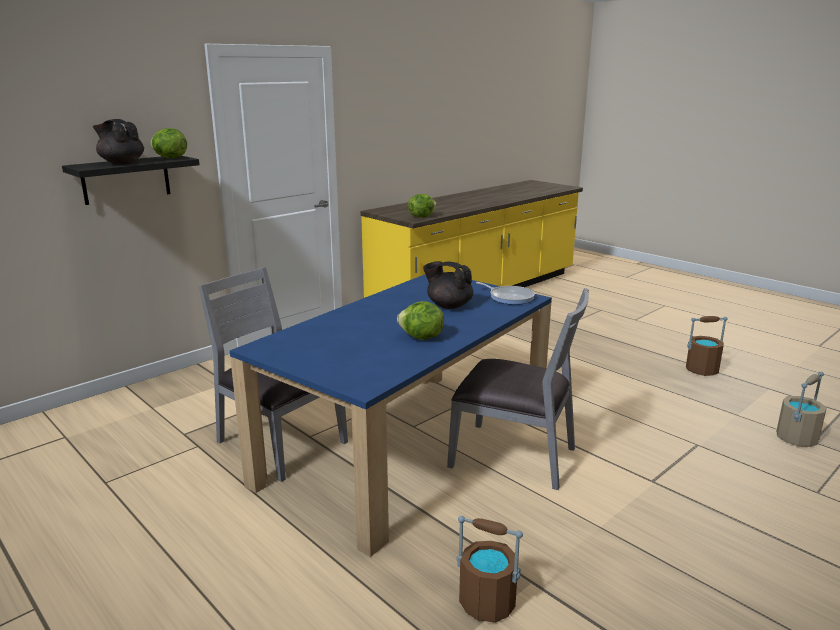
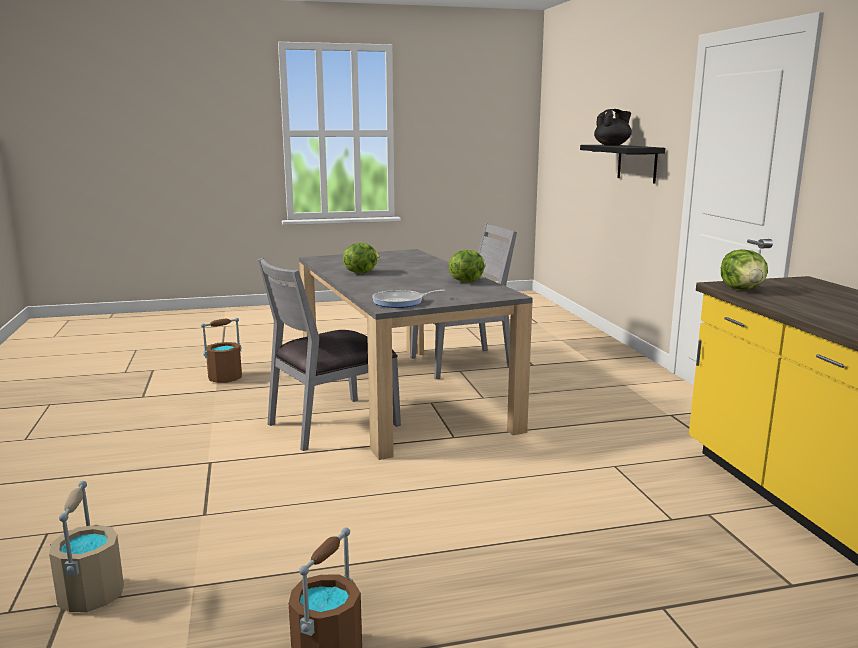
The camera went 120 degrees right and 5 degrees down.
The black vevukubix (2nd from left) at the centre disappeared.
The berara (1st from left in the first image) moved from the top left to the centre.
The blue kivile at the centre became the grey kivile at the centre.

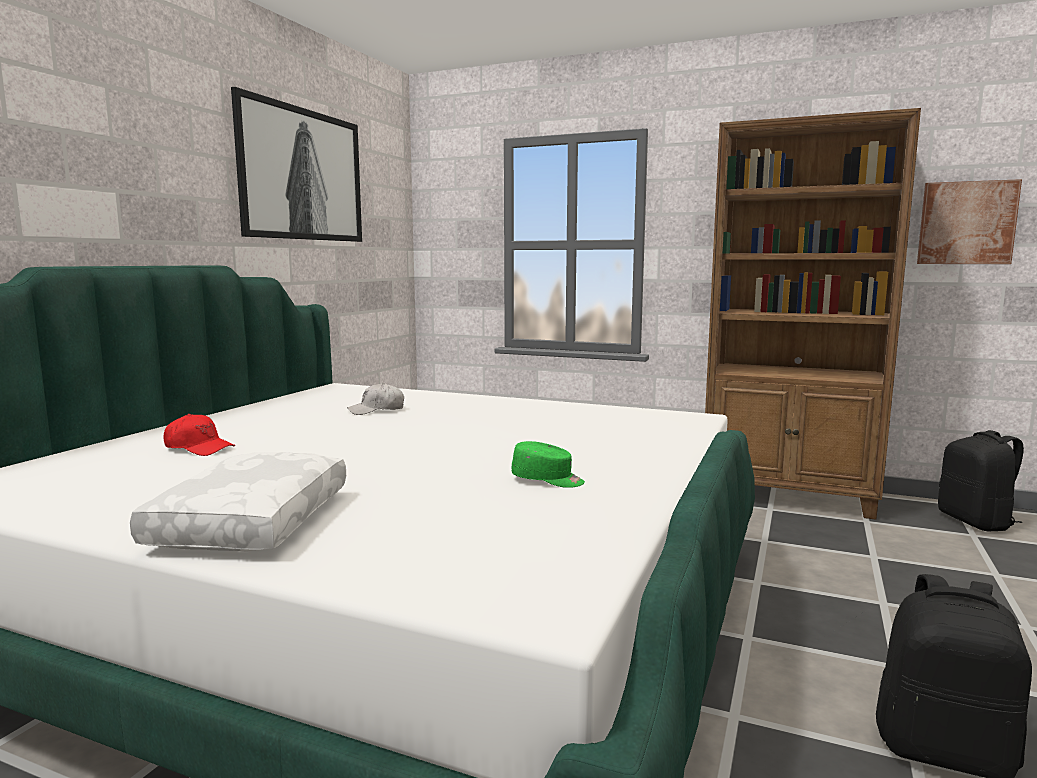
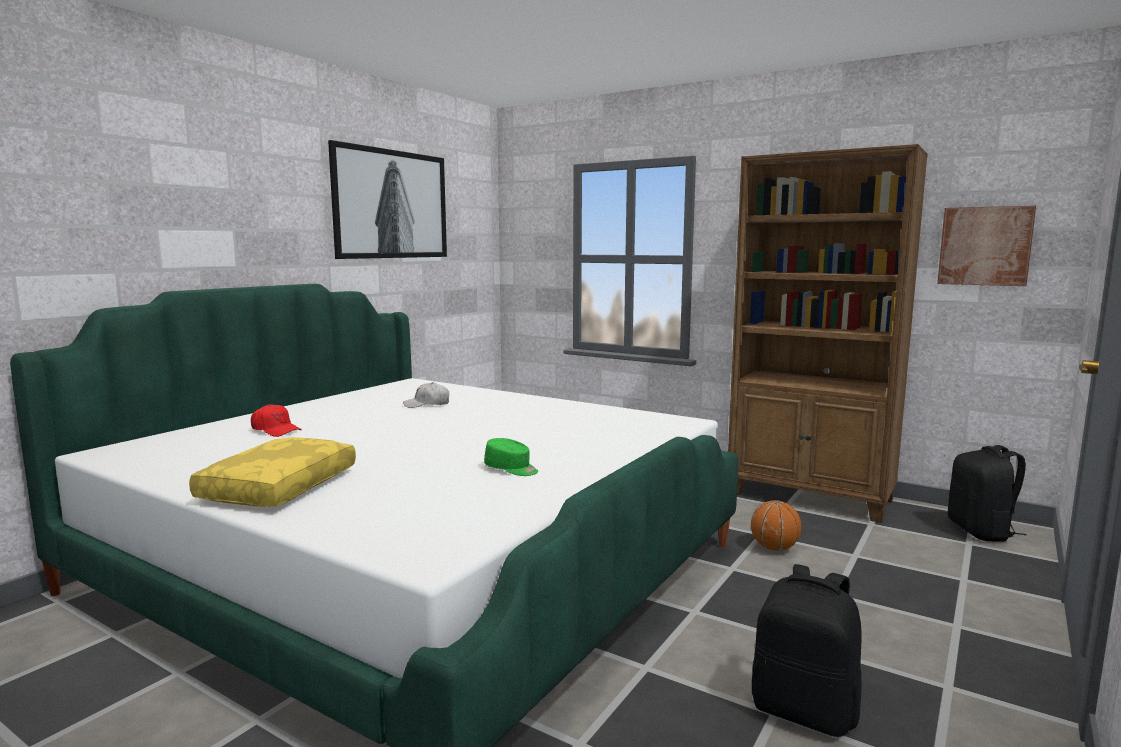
The camera went 10 degrees right and 0 degrees up.
The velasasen at the bottom right appeared.
The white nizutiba at the middle left became the yellow nizutiba at the middle left.

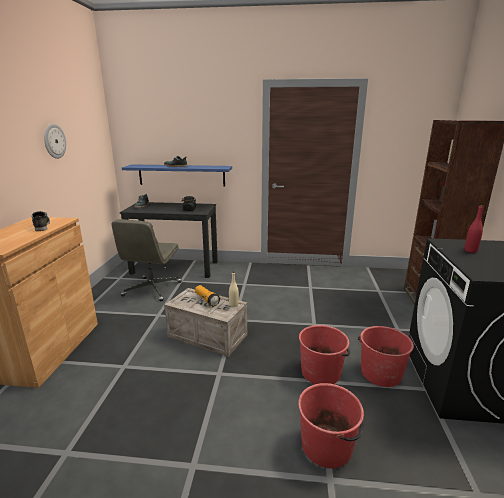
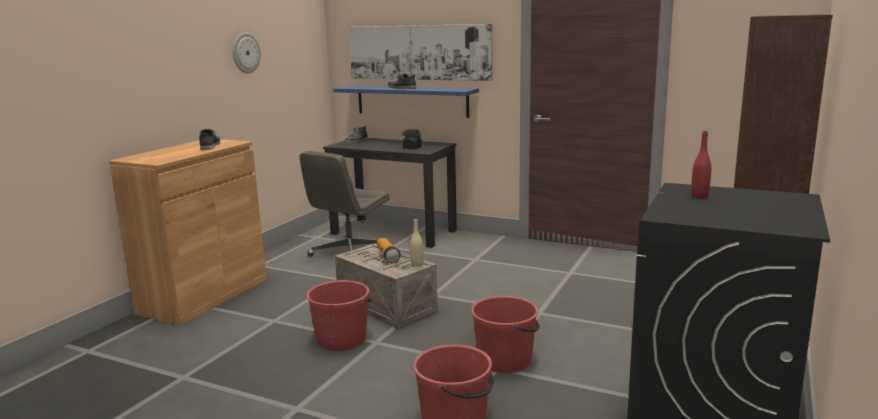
The camera went 20 degrees right and 5 degrees down.
The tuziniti at the top centre appeared.
The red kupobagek (3rd from left in the first image) moved from the bottom right to the bottom centre.

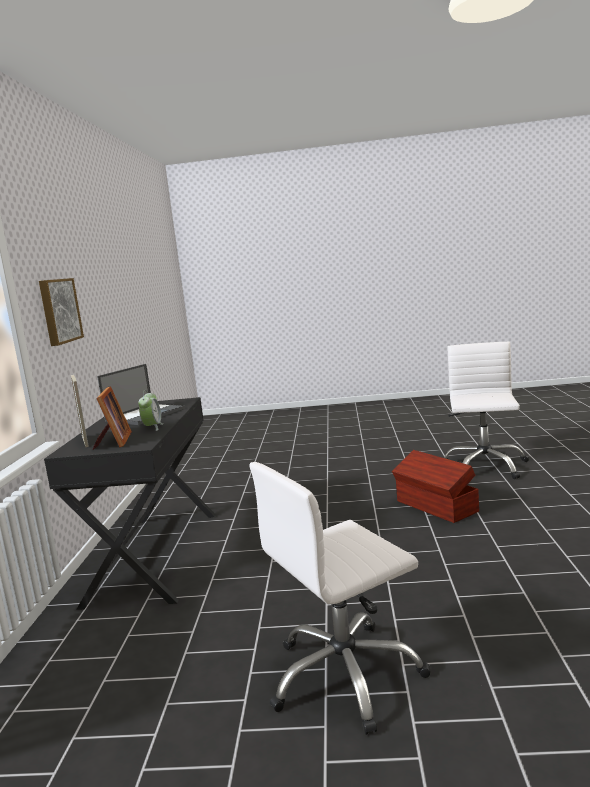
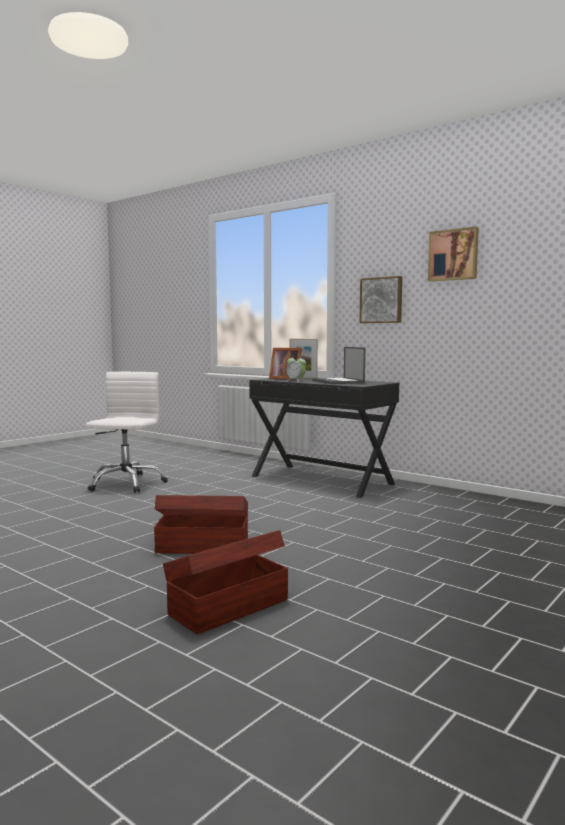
The camera went 125 degrees right and 5 degrees down.
The tuziniti (2nd from left) at the top right appeared.
The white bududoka (2nd from left) at the middle right was replaced by the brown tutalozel (2nd from left) at the bottom centre.

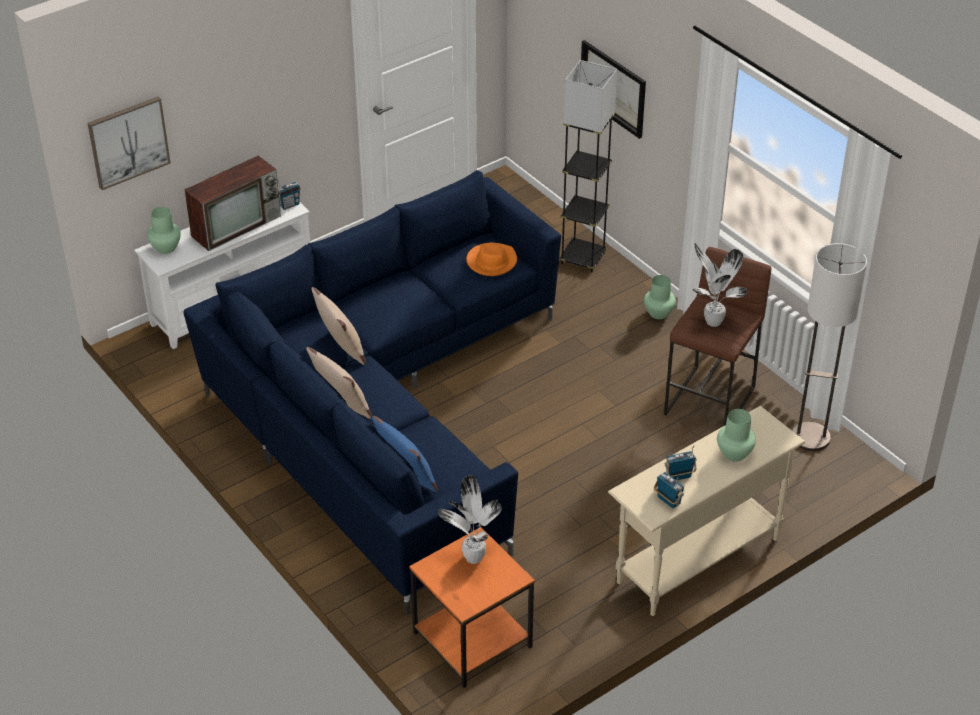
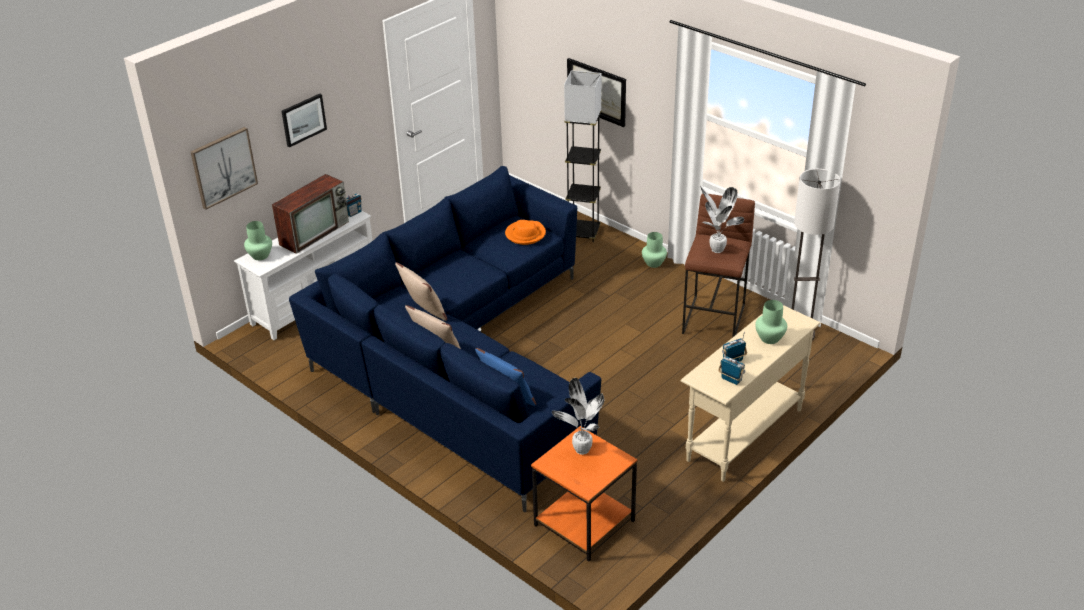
The camera went 10 degrees left and 5 degrees down.
The tuziniti (2nd from left) at the top left appeared.

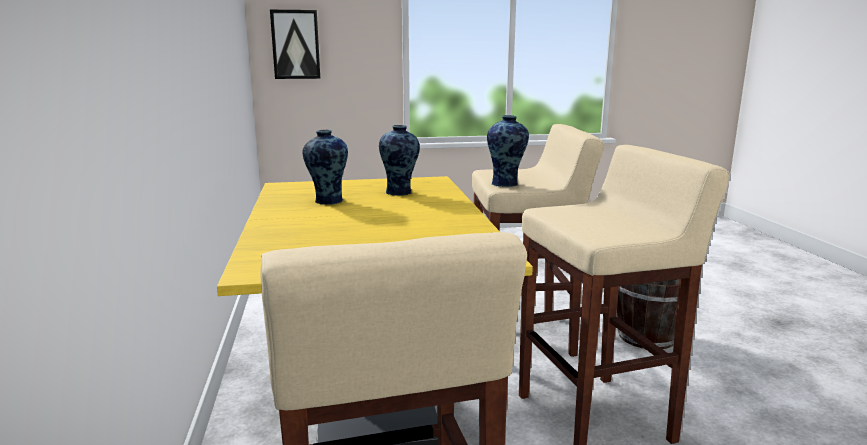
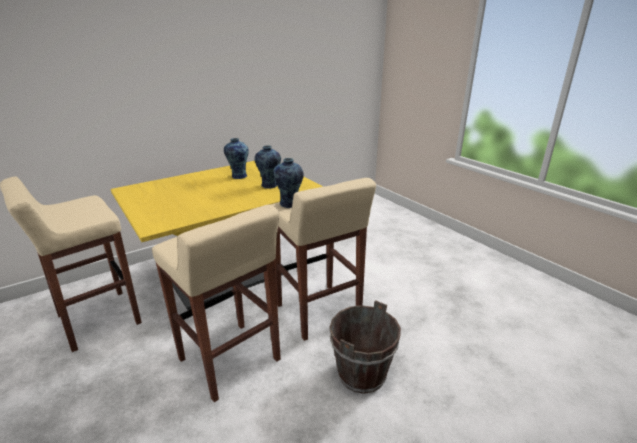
The camera went 65 degrees right and 10 degrees up.
The tuziniti at the top centre disappeared.

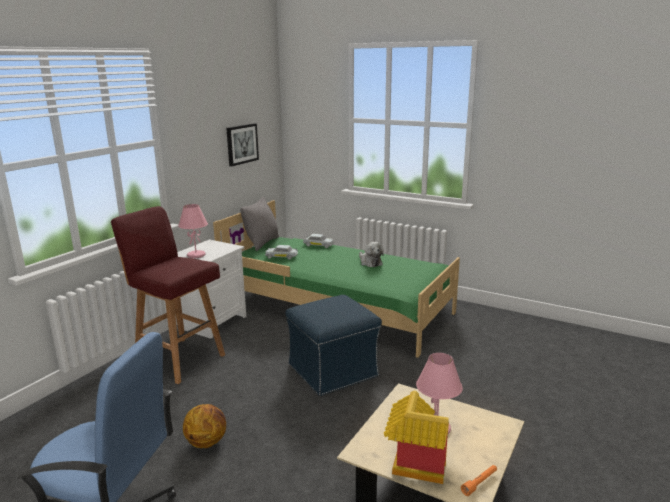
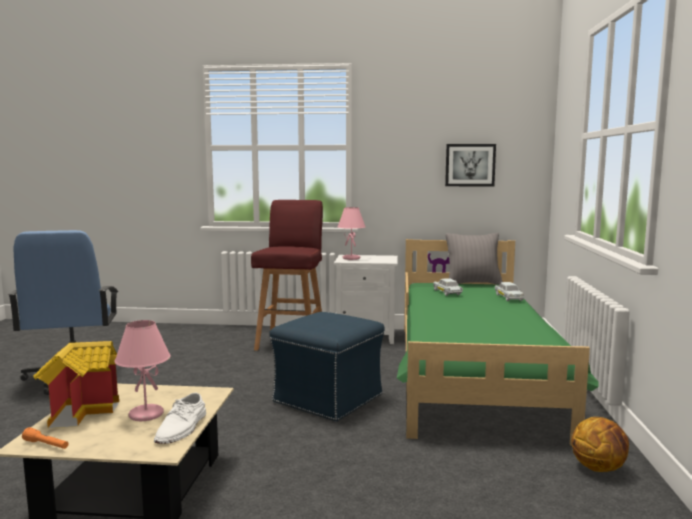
The camera went 65 degrees right and 10 degrees down.
The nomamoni at the centre disappeared.
The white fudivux at the bottom left appeared.
The velasasen moved from the bottom left to the bottom right.

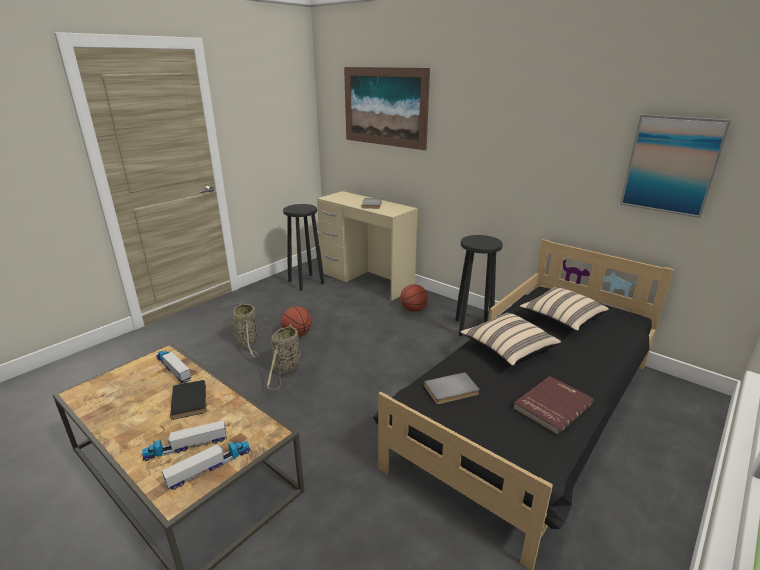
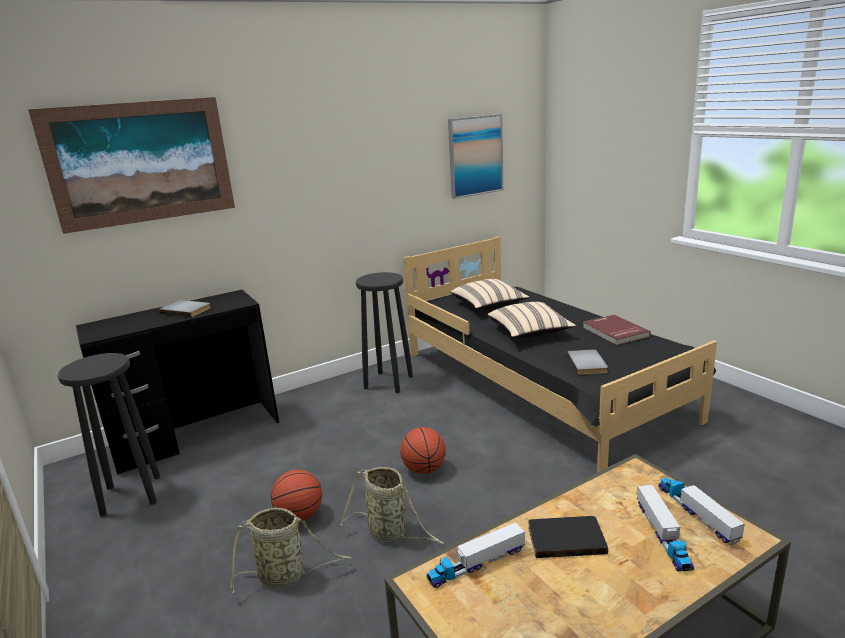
The camera went 70 degrees left and 5 degrees down.
The velasasen (2nd from left) moved from the centre to the bottom centre.
The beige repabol at the centre became the black repabol at the middle left.

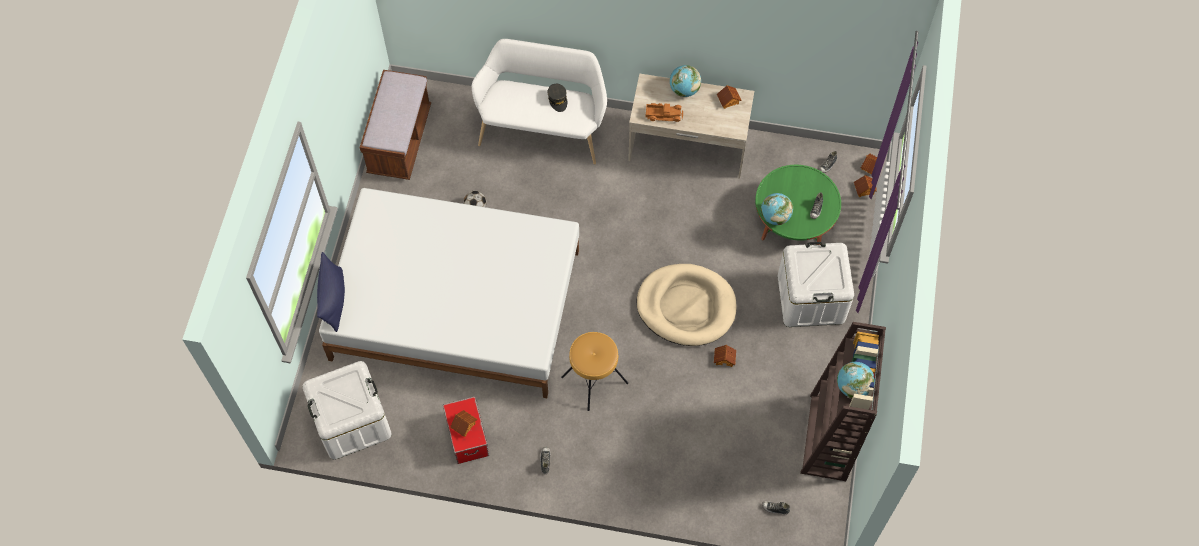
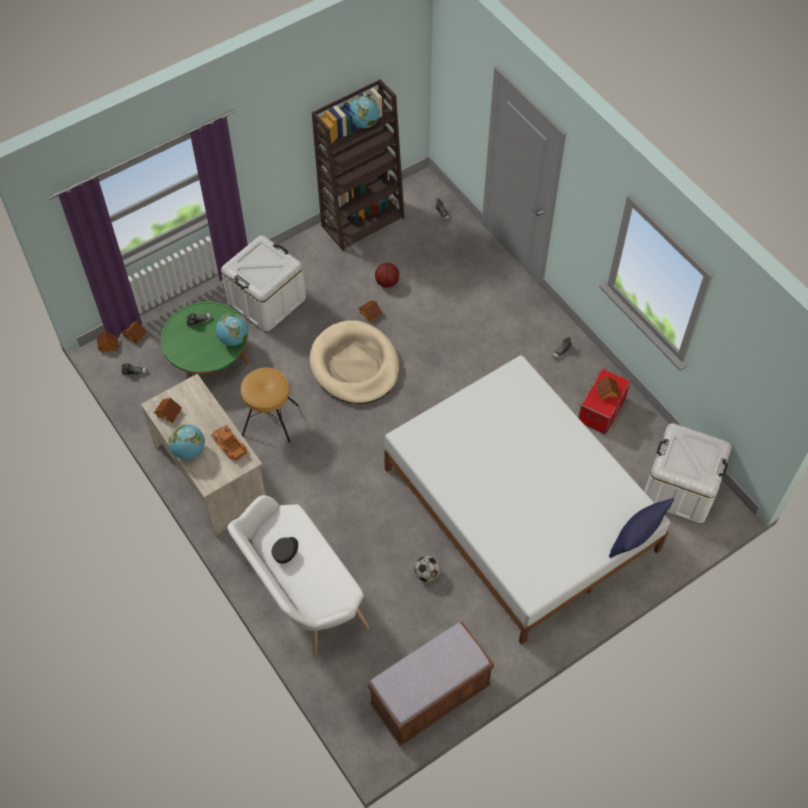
The camera went 135 degrees left and 5 degrees down.
The velasasen at the centre appeared.
The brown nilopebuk moved from the bottom centre to the centre.

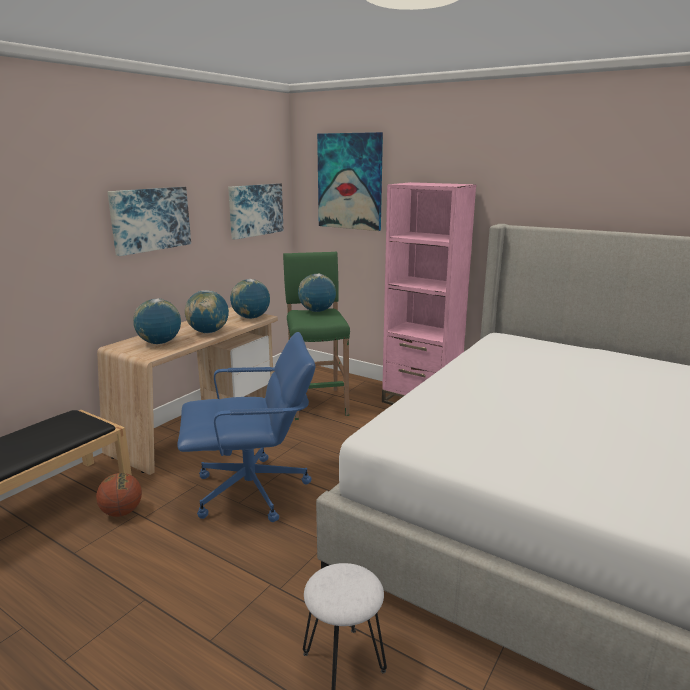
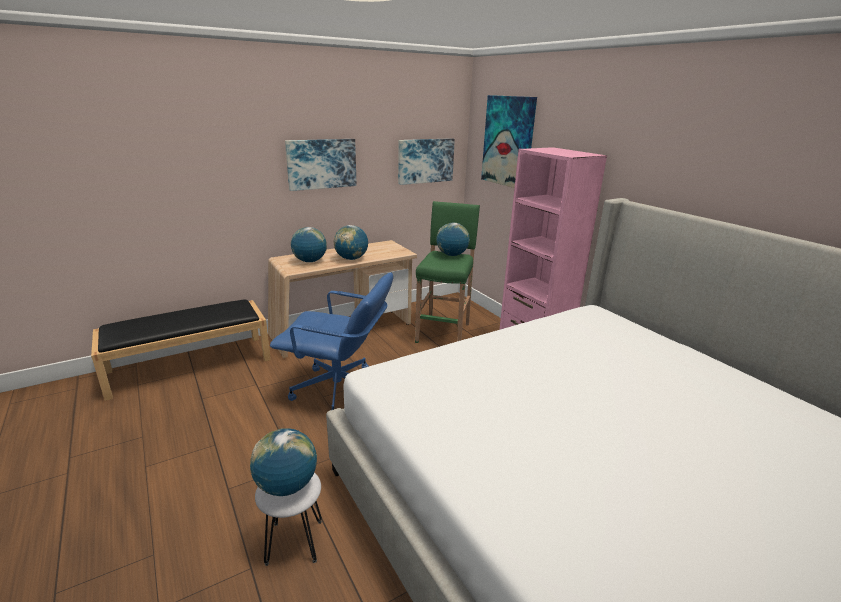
The camera went 25 degrees right and 5 degrees up.
The velasasen at the bottom left disappeared.
The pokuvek (3rd from left in the first image) moved from the centre to the bottom centre.

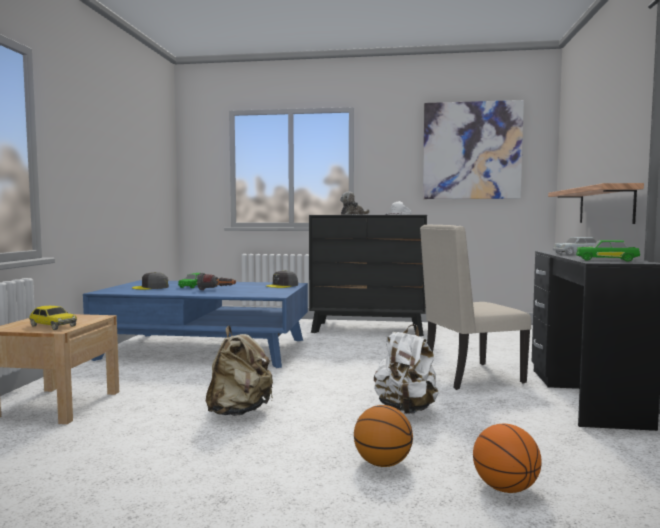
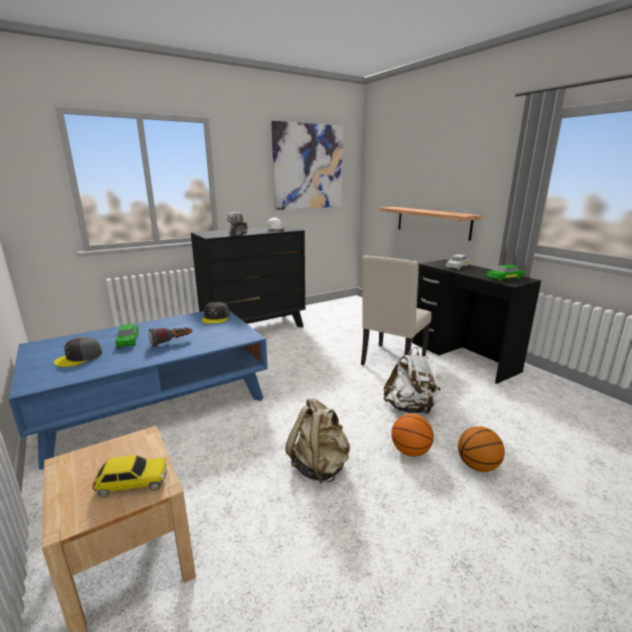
The camera went 40 degrees left and 15 degrees up.
The velasasen (2nd from left in the first image) moved from the bottom right to the bottom centre.

